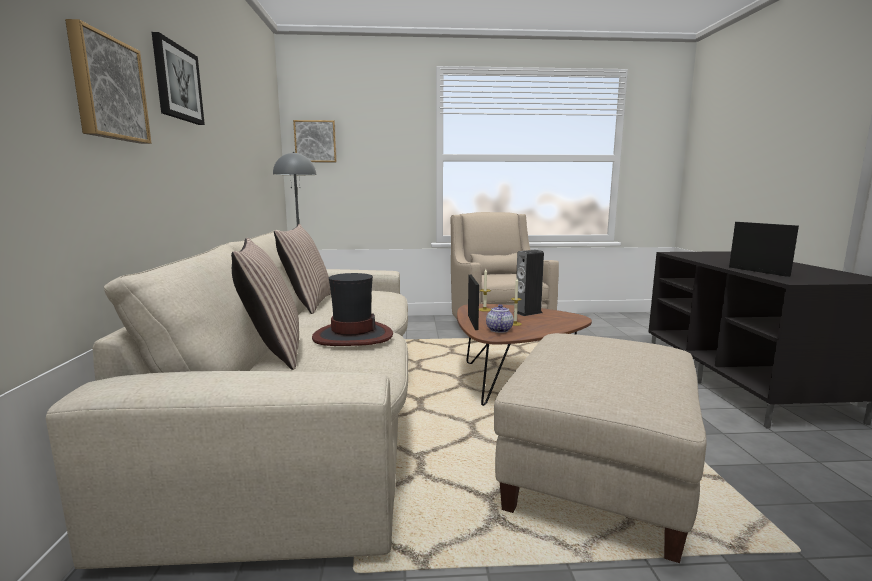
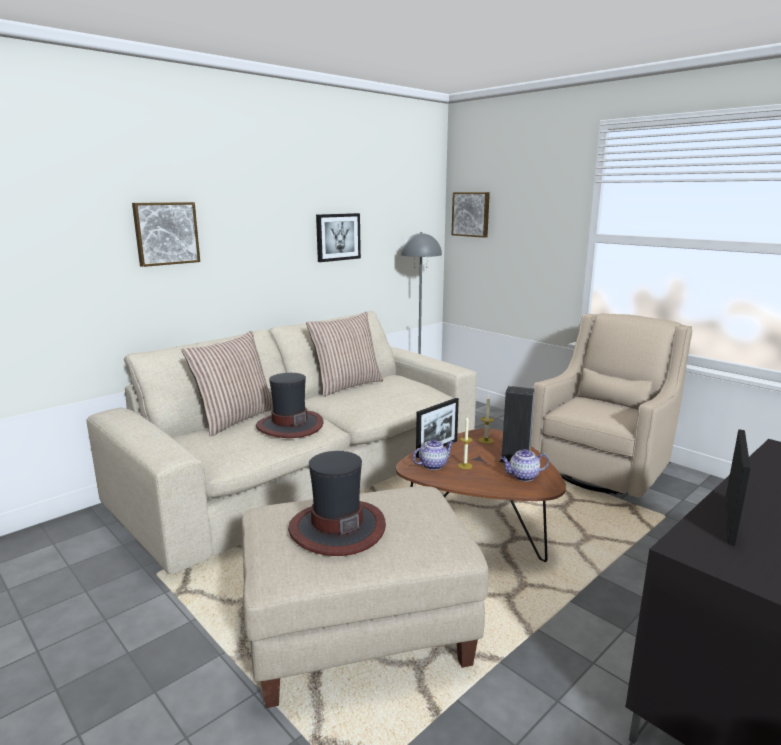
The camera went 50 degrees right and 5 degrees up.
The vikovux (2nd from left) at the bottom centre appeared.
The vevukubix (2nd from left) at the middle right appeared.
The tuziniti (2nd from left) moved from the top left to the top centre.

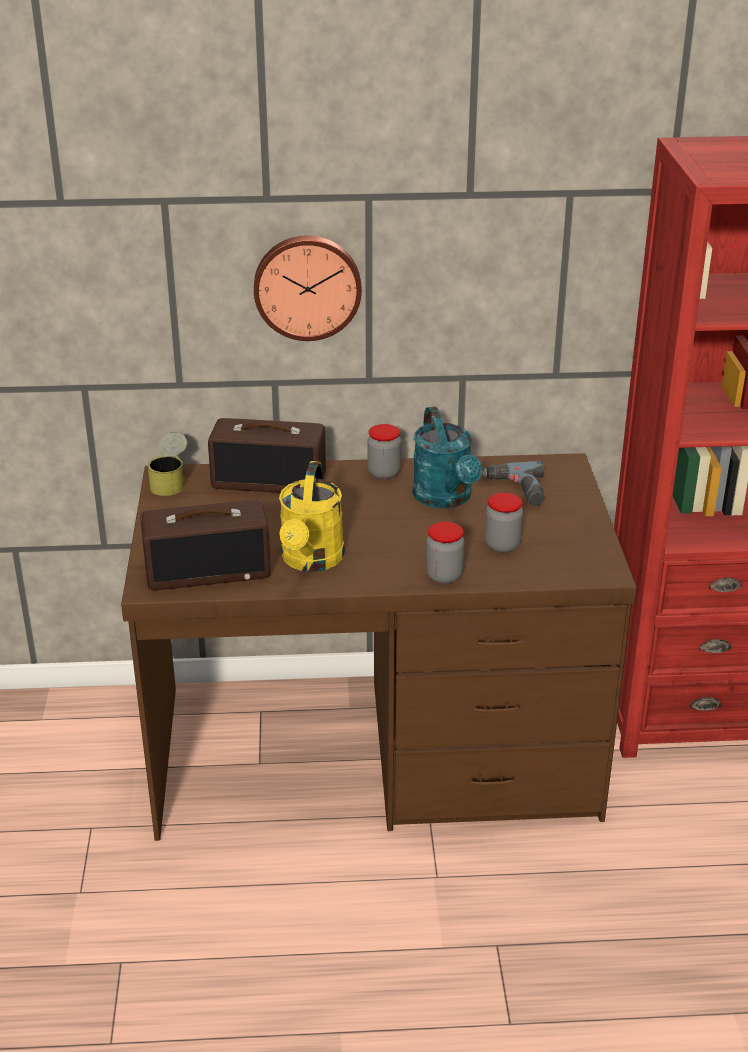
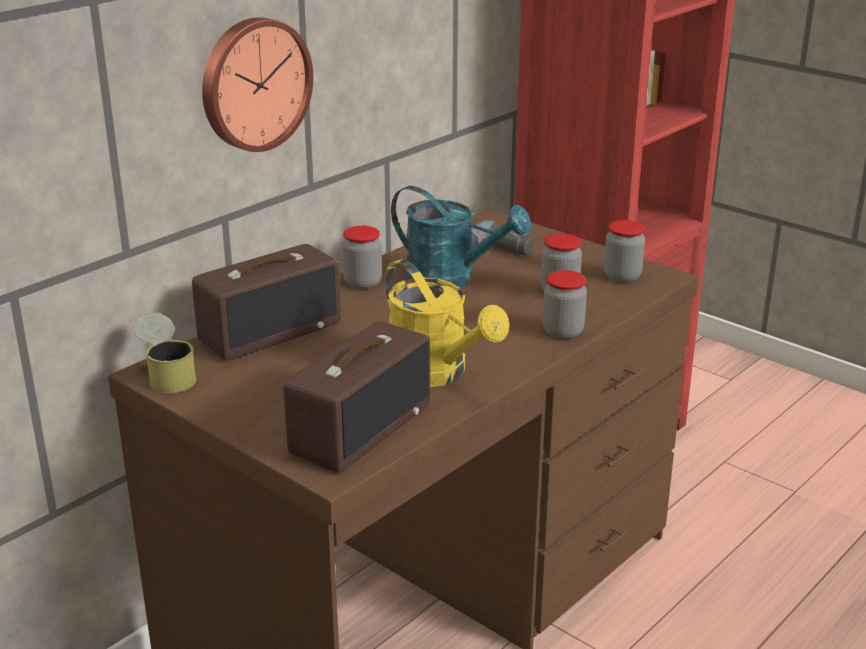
The camera went 45 degrees left and 5 degrees down.
The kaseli (4th from left) at the middle right appeared.

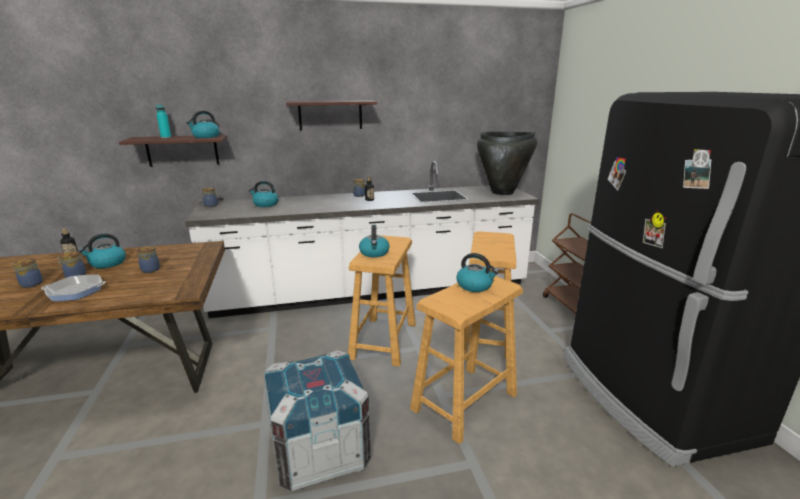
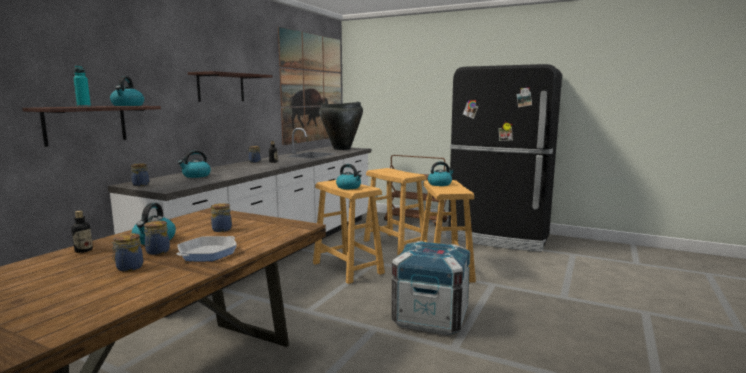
The camera went 50 degrees left and 10 degrees down.
The tuziniti at the top centre appeared.

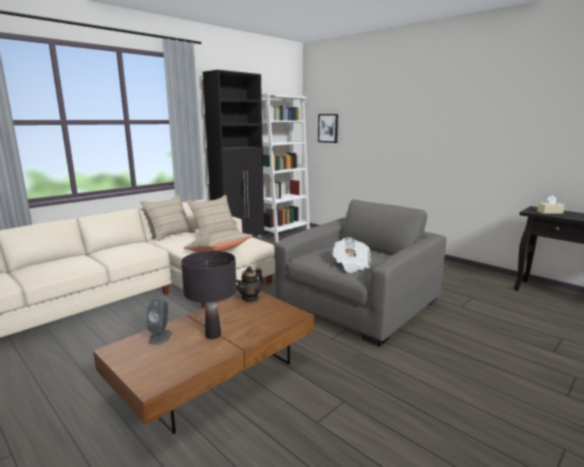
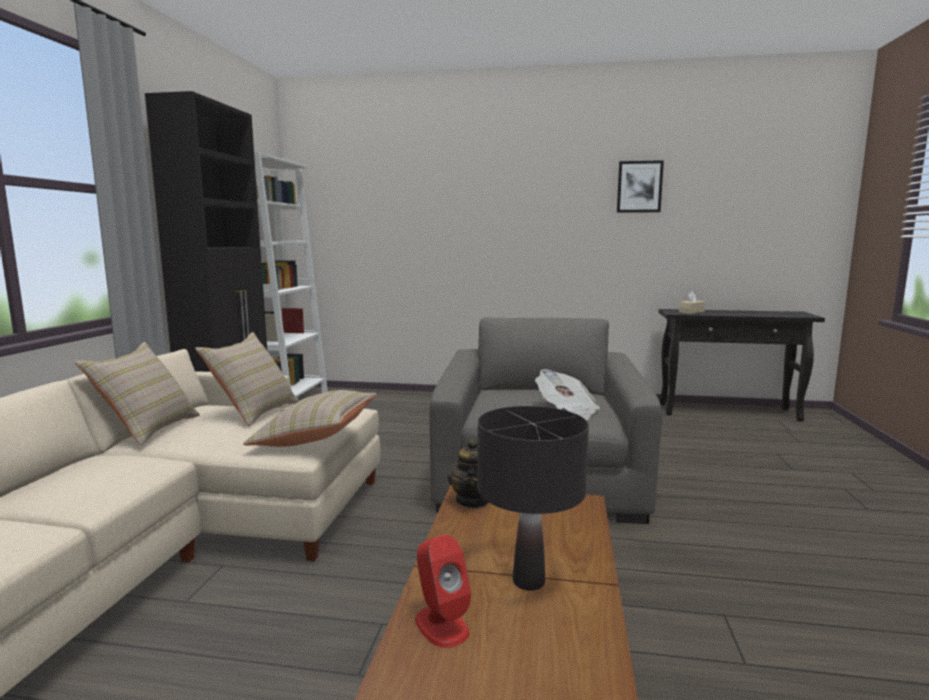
The camera went 35 degrees left and 5 degrees down.
The tuziniti moved from the top centre to the top right.
The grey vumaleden at the bottom left became the red vumaleden at the bottom centre.

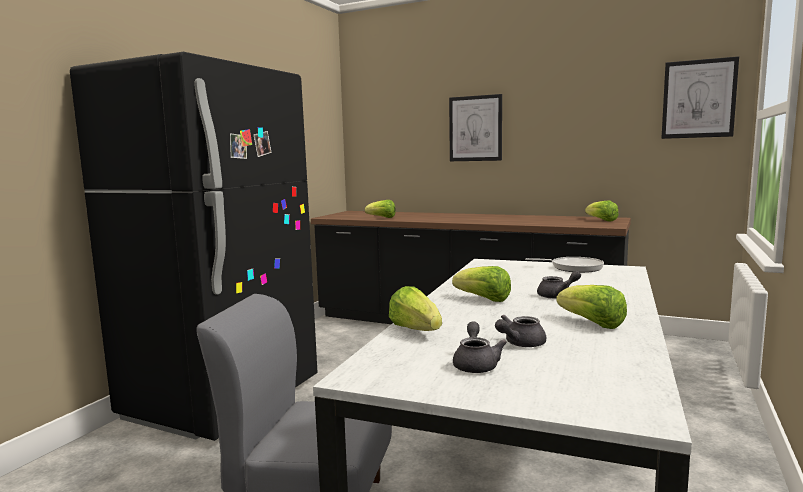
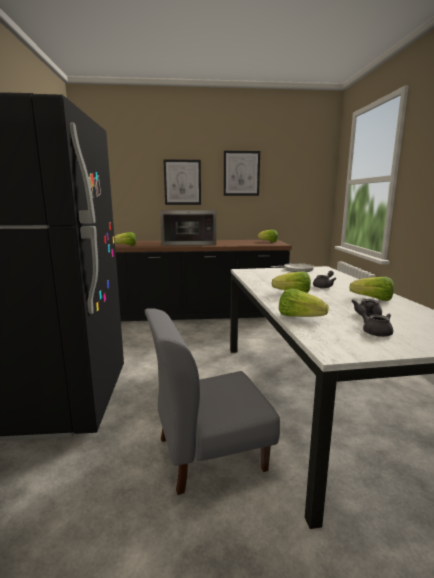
The camera went 30 degrees left and 5 degrees up.
The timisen at the centre appeared.
The tuziniti (2nd from left) moved from the top right to the top centre.

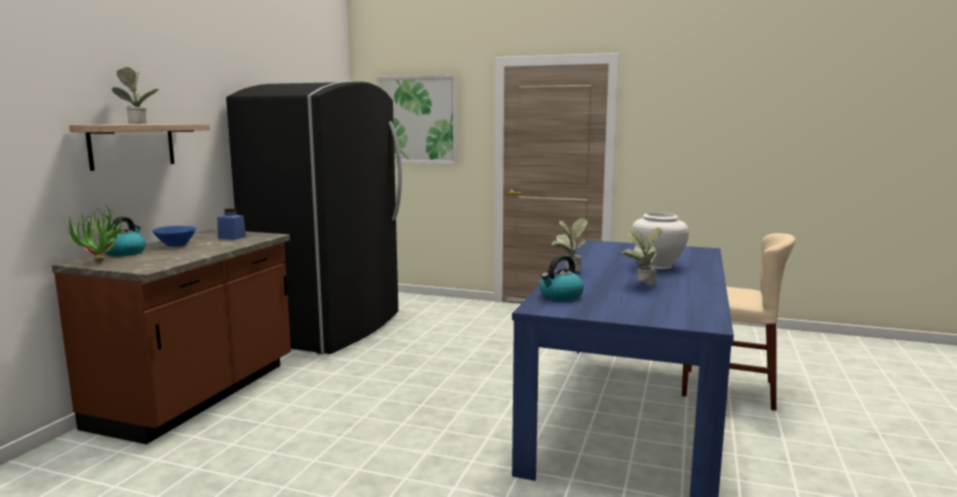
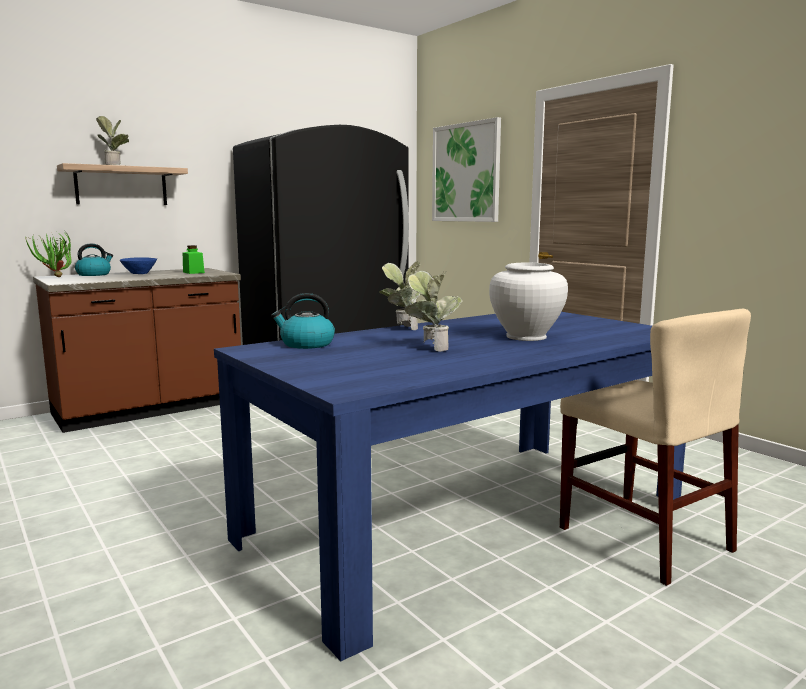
The camera went 35 degrees right and 0 degrees up.
The blue kaseli at the middle left became the green kaseli at the middle left.

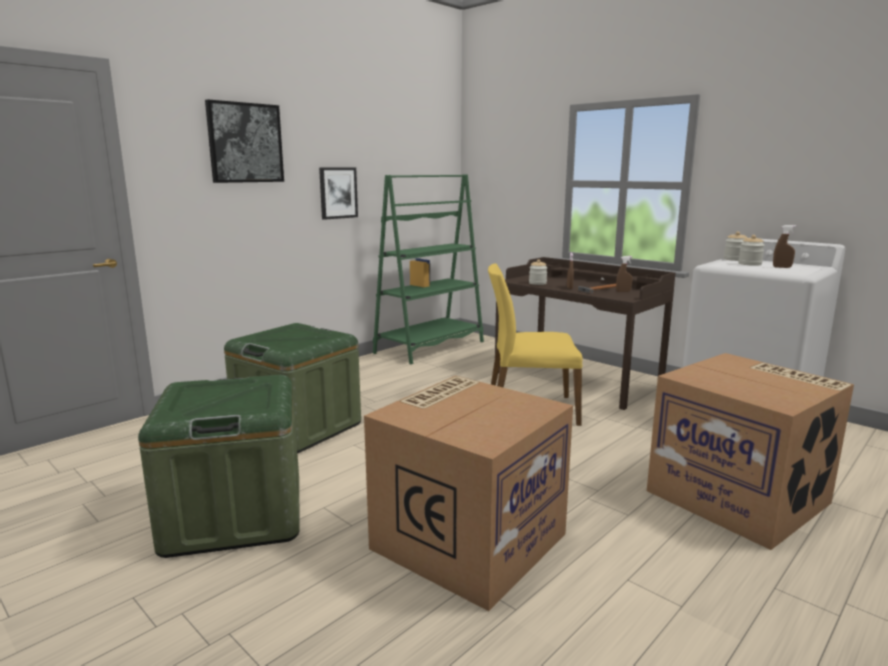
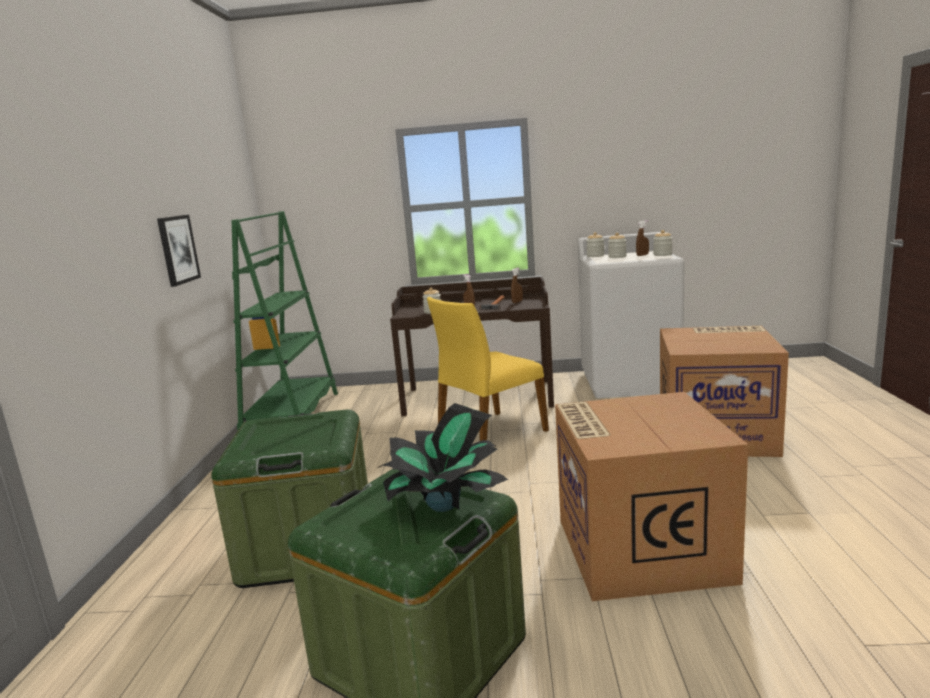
The camera went 40 degrees left and 0 degrees up.
The tuziniti (1st from left) at the top left disappeared.
The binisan at the centre appeared.
The kaseli (4th from left) at the middle right appeared.

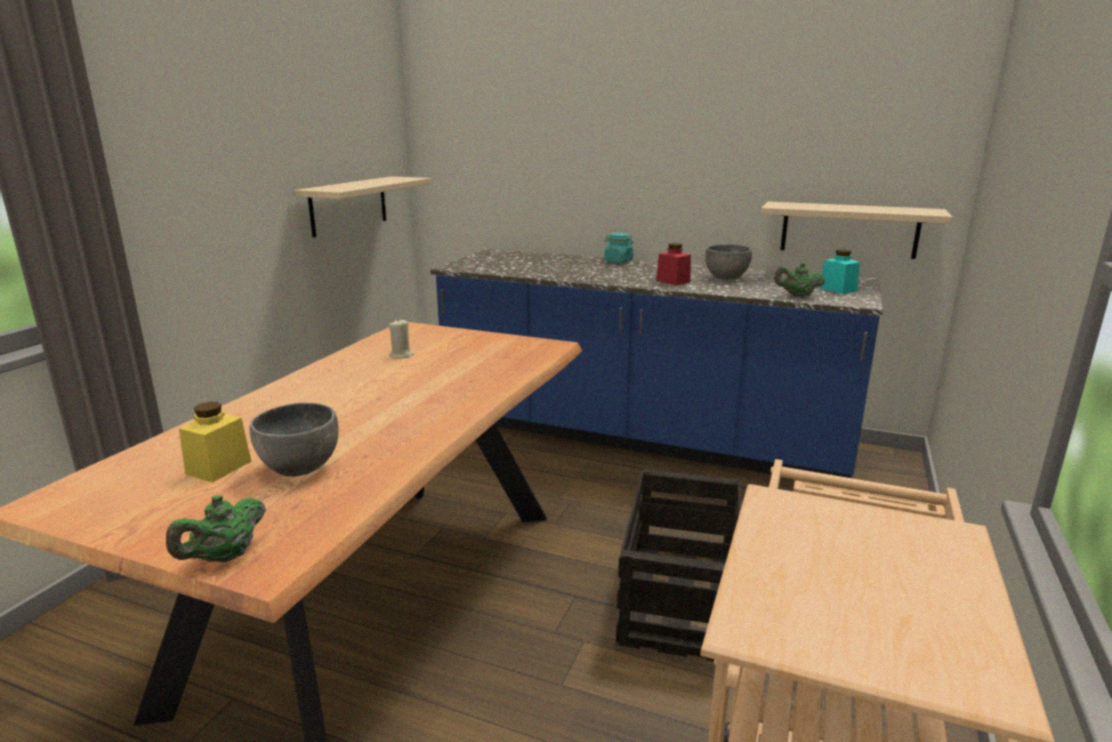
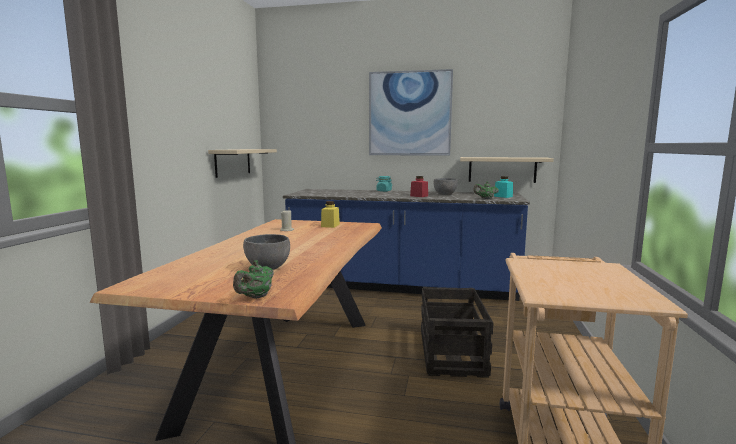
The camera went 10 degrees left and 10 degrees down.
The tuziniti at the top centre appeared.
The yellow kaseli moved from the middle left to the centre.

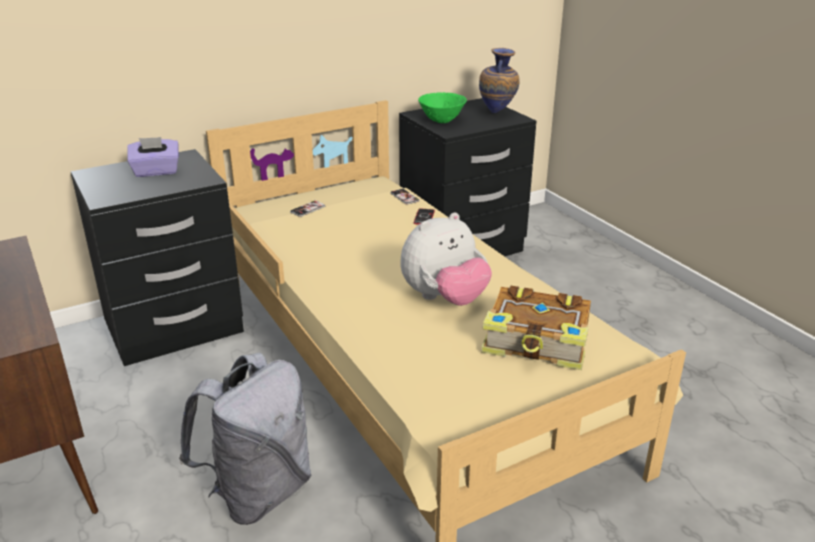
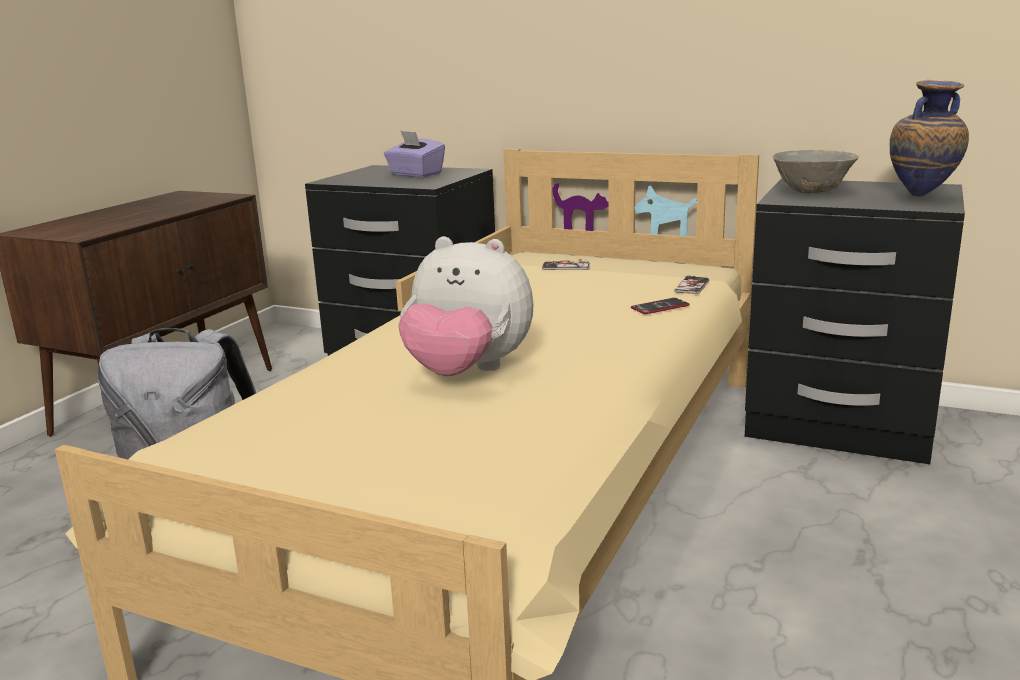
The camera went 55 degrees right and 10 degrees down.
The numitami at the centre disappeared.
The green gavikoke at the top centre became the grey gavikoke at the top right.

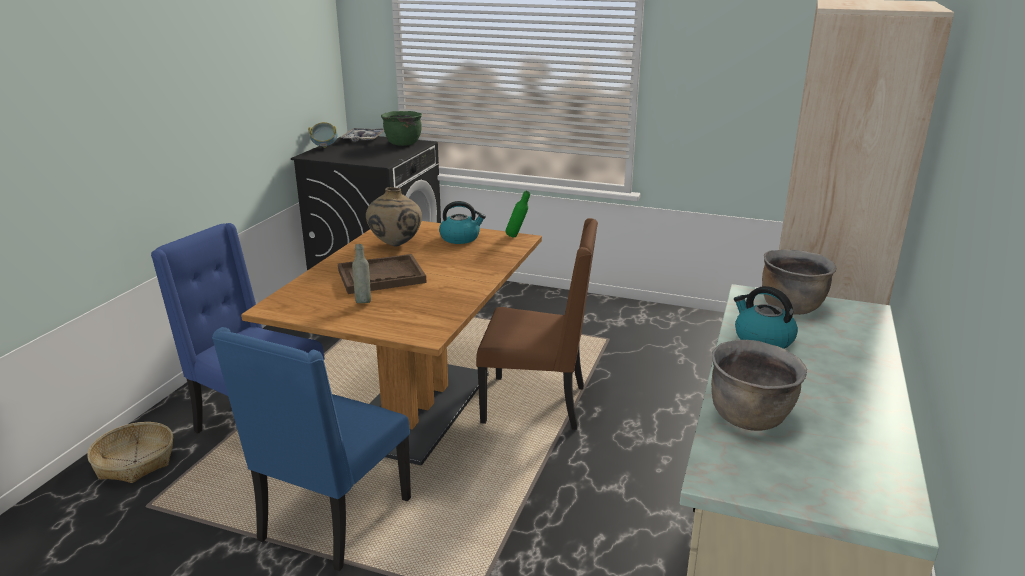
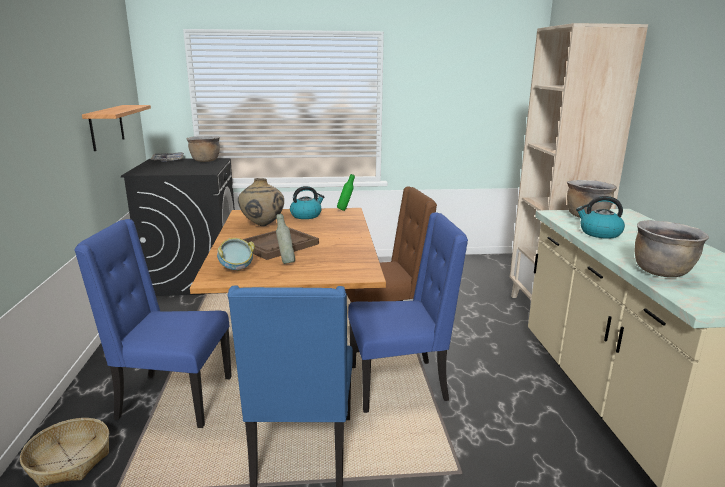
The camera went 25 degrees left and 5 degrees down.
The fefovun at the top left appeared.
The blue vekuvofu (3rd from left) at the centre appeared.
The gavikoke moved from the top left to the middle left.
The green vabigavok at the top centre became the brown vabigavok (1st from left) at the top left.

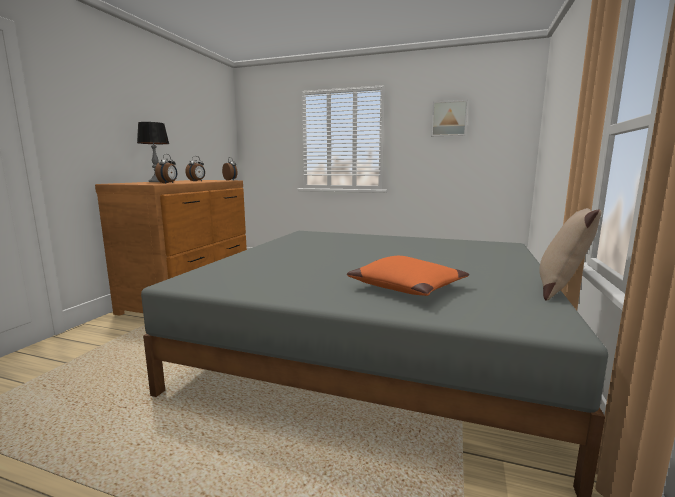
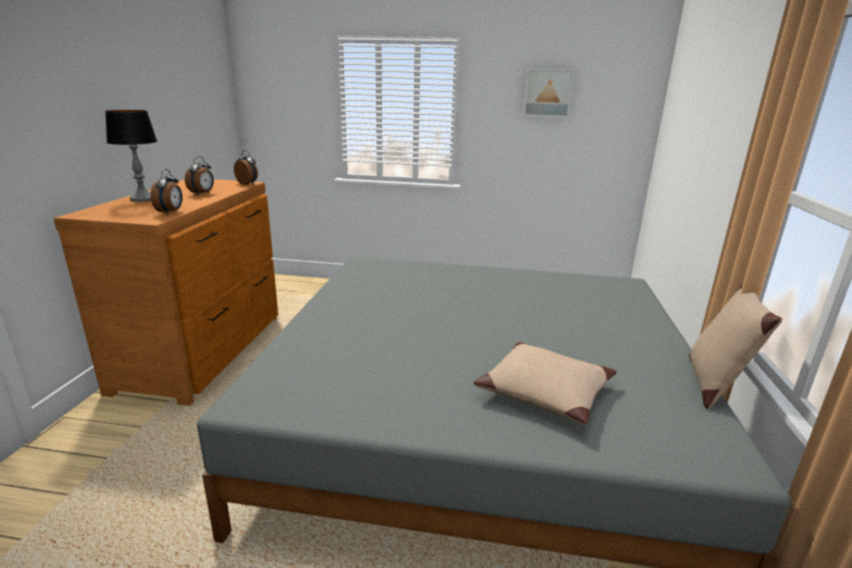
The camera went 10 degrees left and 10 degrees up.
The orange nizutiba at the centre became the beige nizutiba (1st from left) at the bottom centre.

